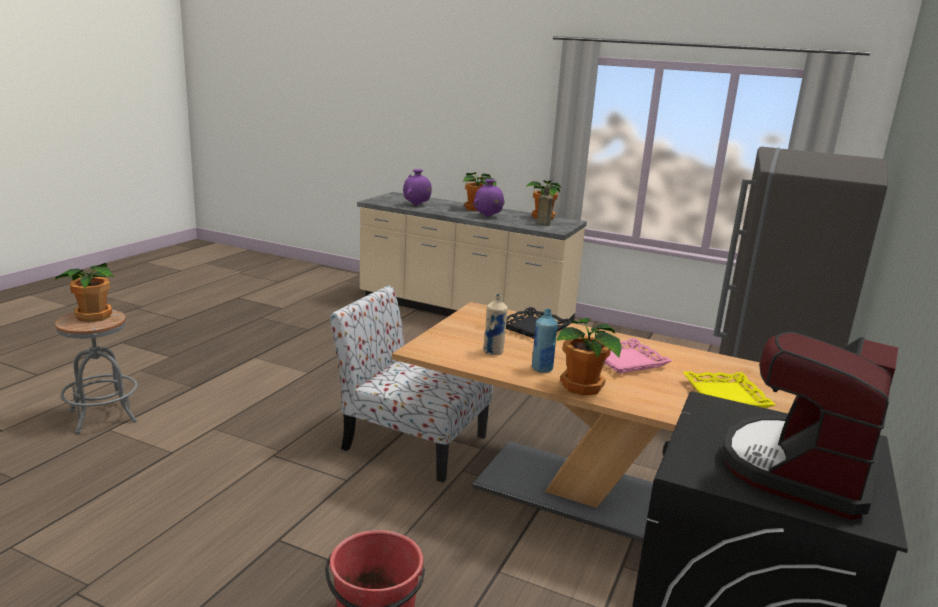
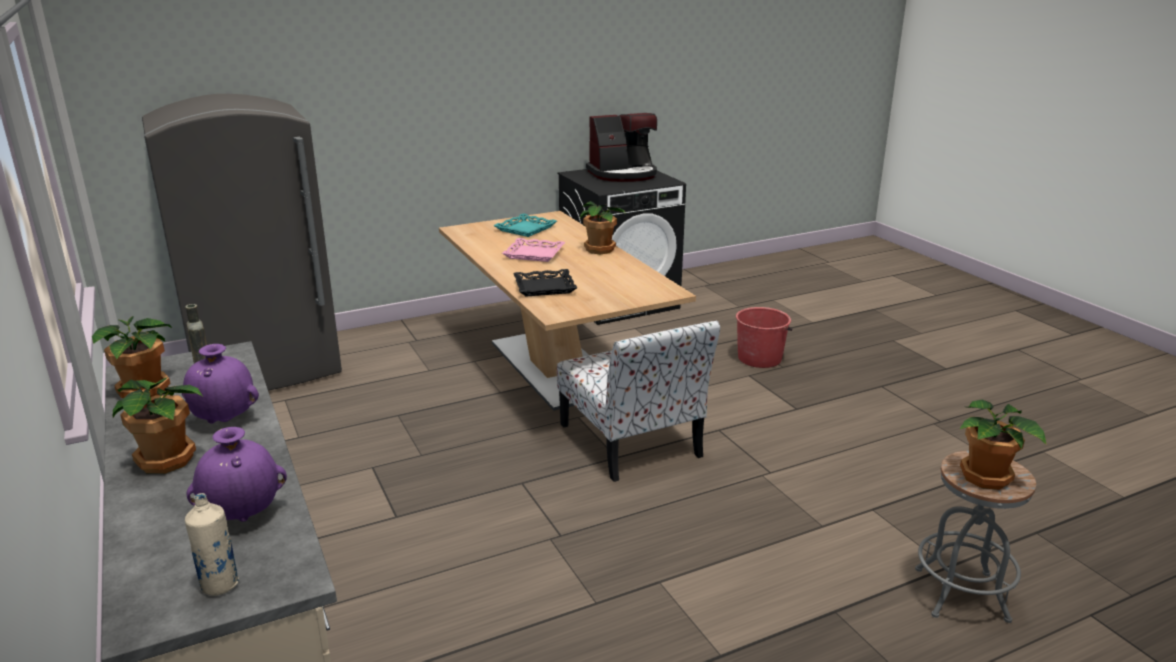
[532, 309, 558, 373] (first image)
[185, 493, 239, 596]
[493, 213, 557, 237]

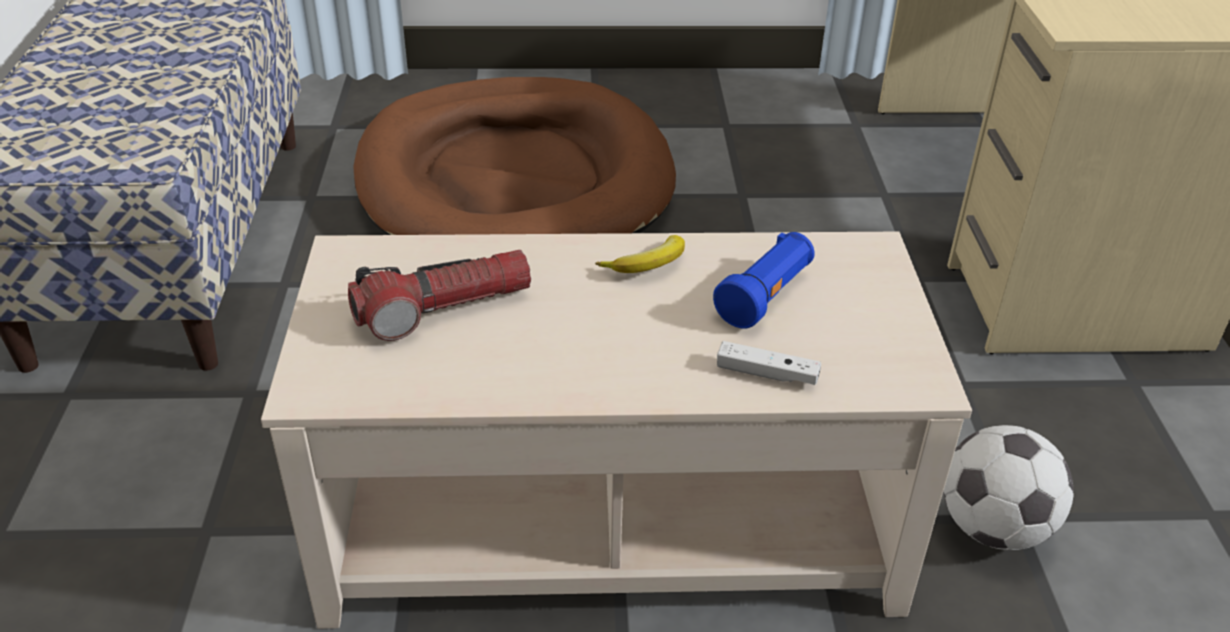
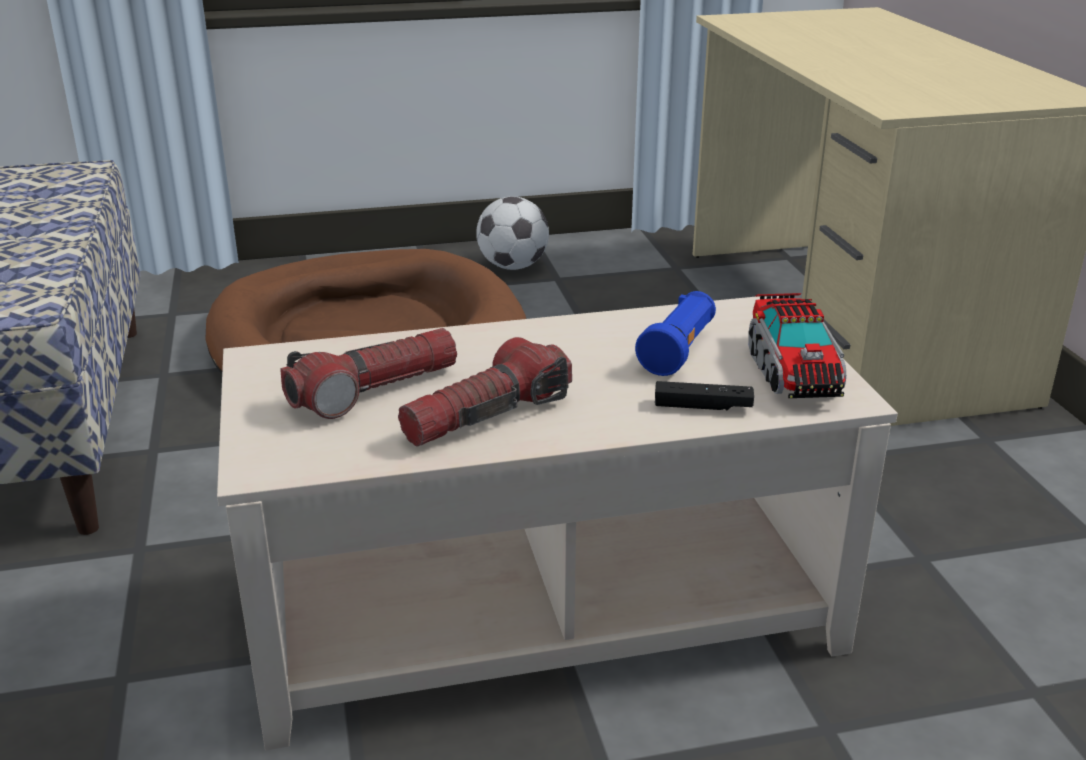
[595, 235, 685, 273] (first image)
[398, 337, 572, 446]
[748, 293, 846, 398]
[476, 196, 549, 270]
[655, 381, 754, 410]

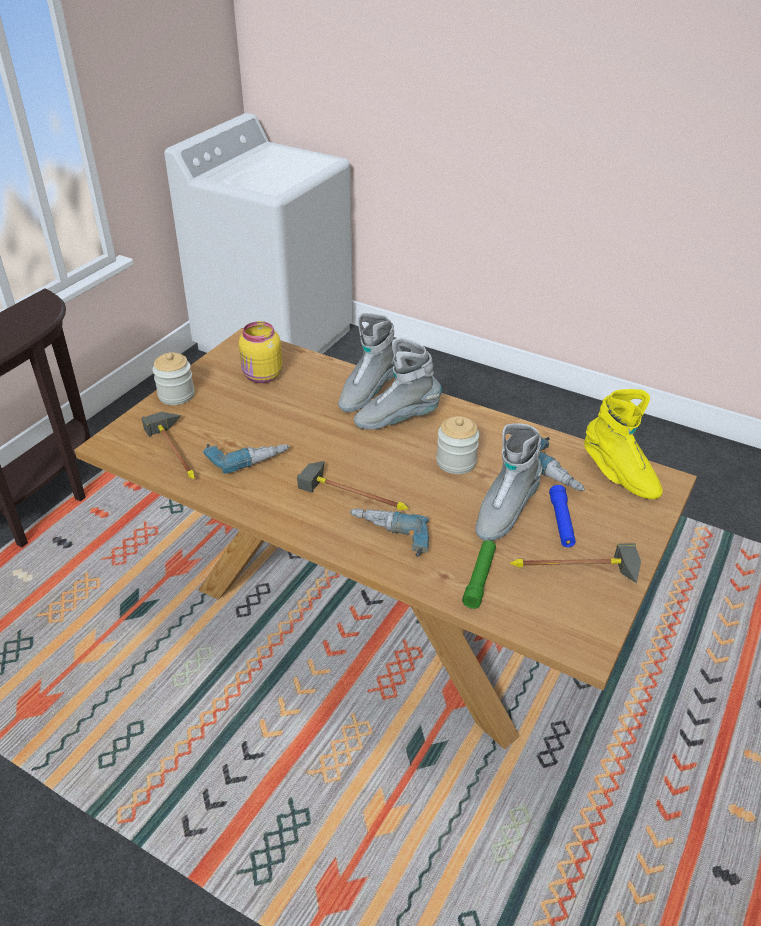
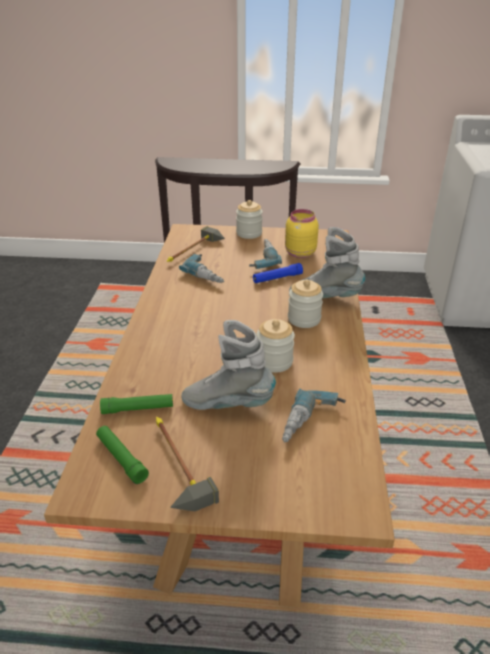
[297, 461, 409, 510] (first image)
[584, 389, 663, 499] (first image)
[96, 426, 149, 484]
[249, 239, 282, 269]
[253, 263, 303, 283]
[288, 280, 323, 328]

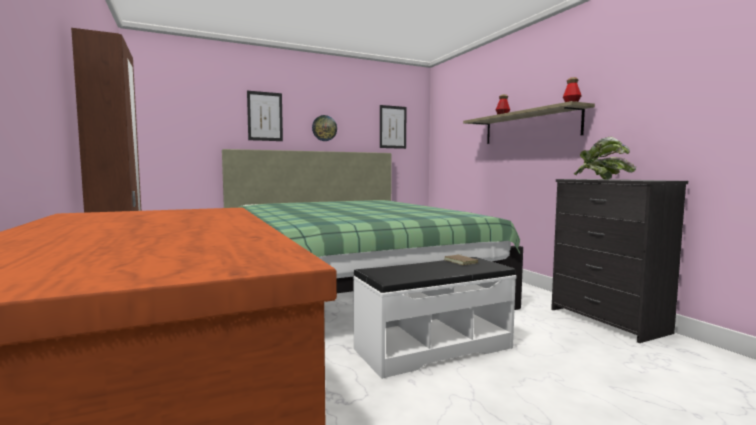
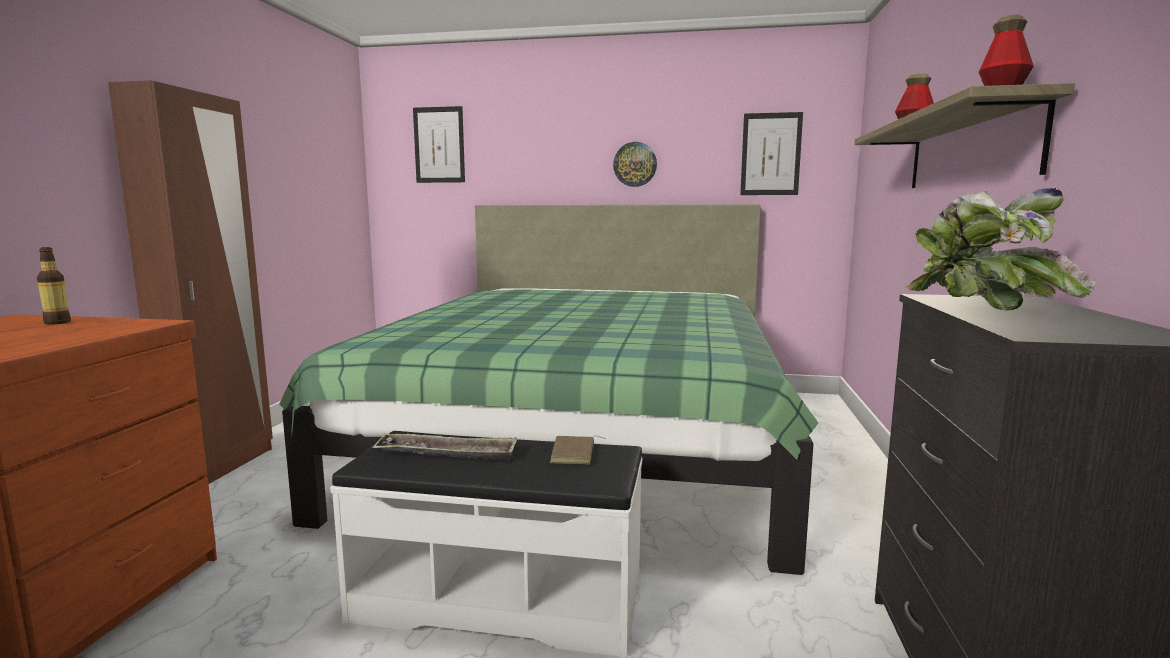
[37, 247, 71, 325]
[372, 433, 517, 461]
[413, 106, 465, 183]

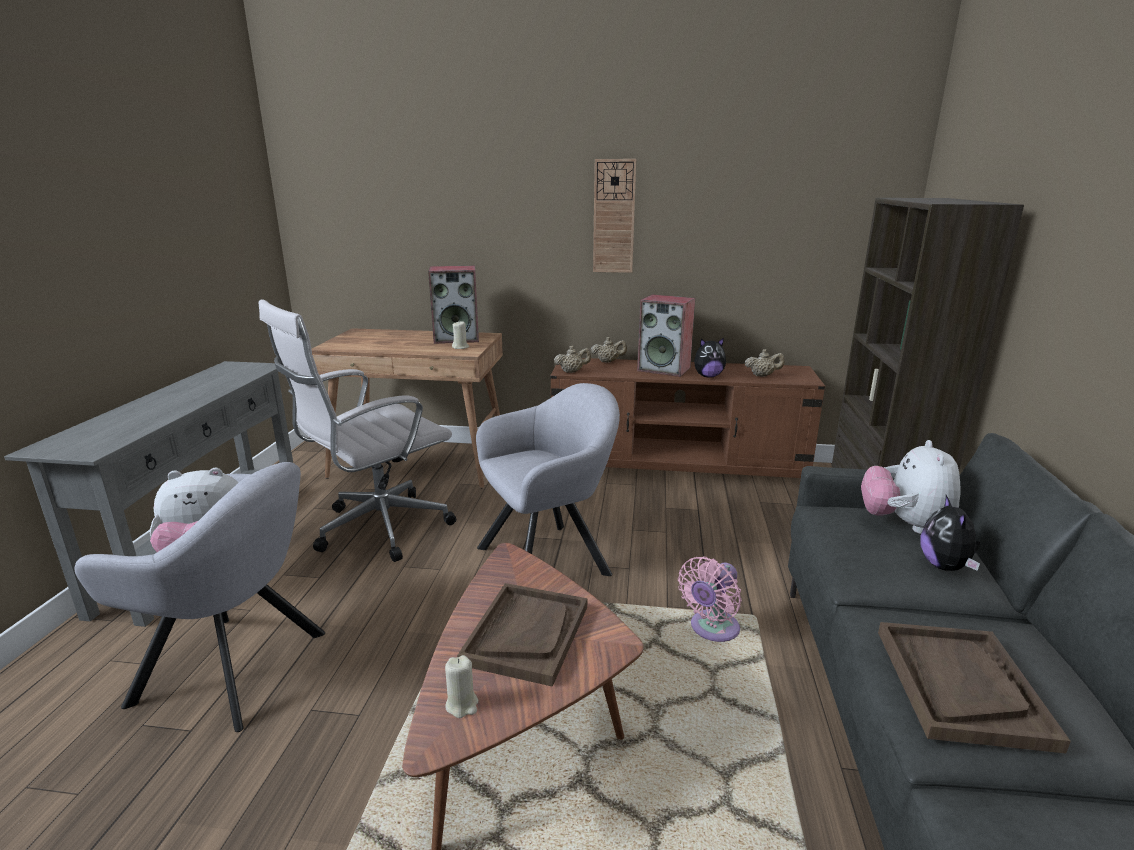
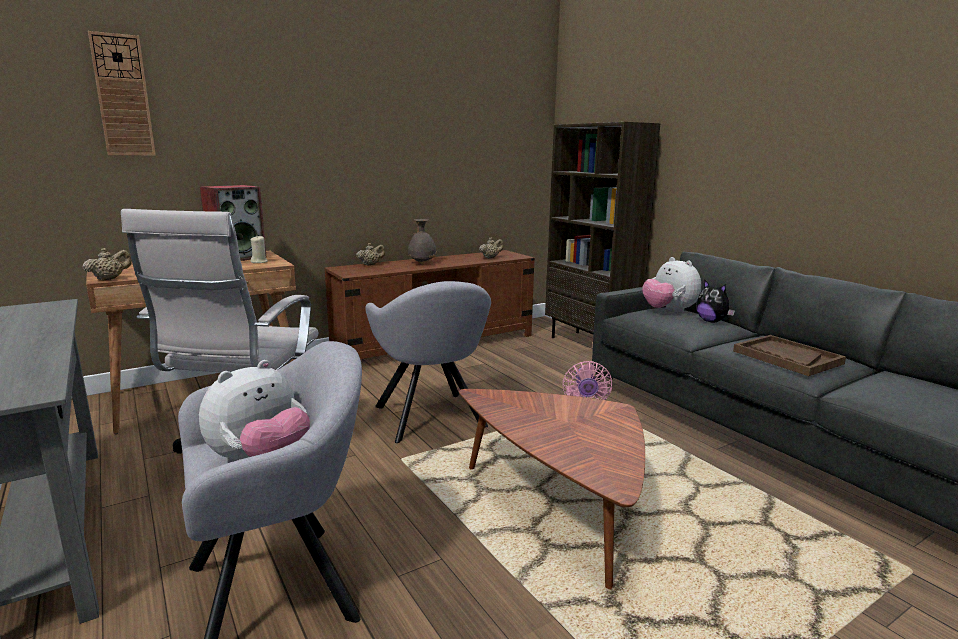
[445, 655, 478, 718] (first image)
[457, 583, 587, 687] (first image)
[694, 338, 726, 378] (first image)
[82, 248, 132, 281]
[88, 31, 156, 156]
[408, 219, 437, 264]
[365, 281, 491, 443]

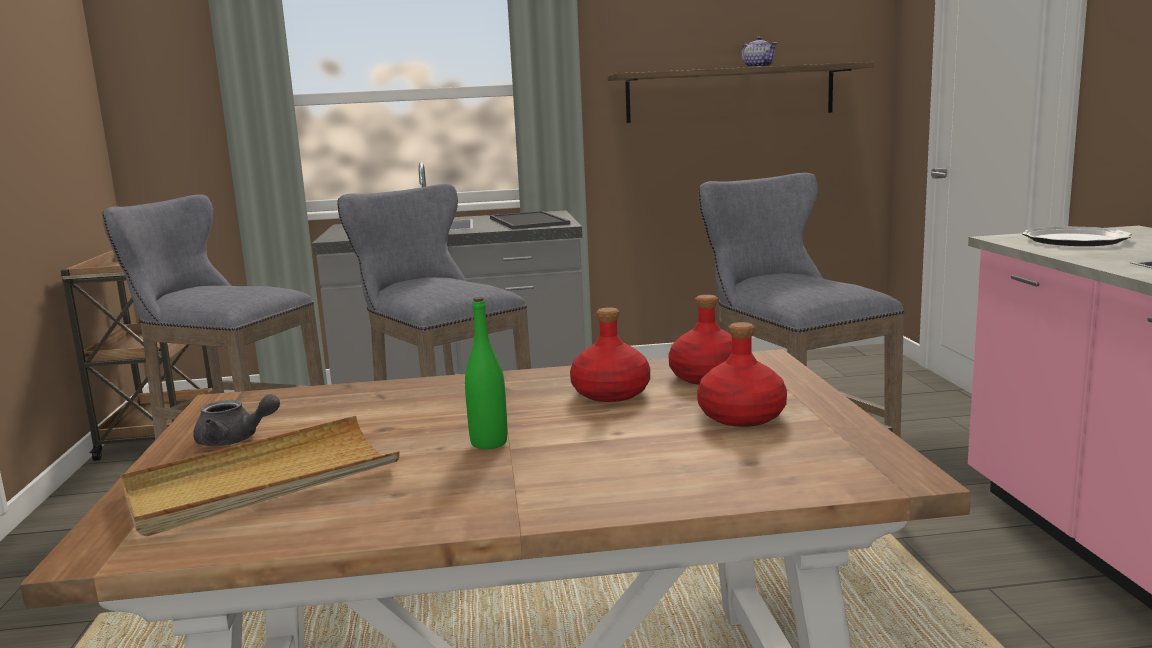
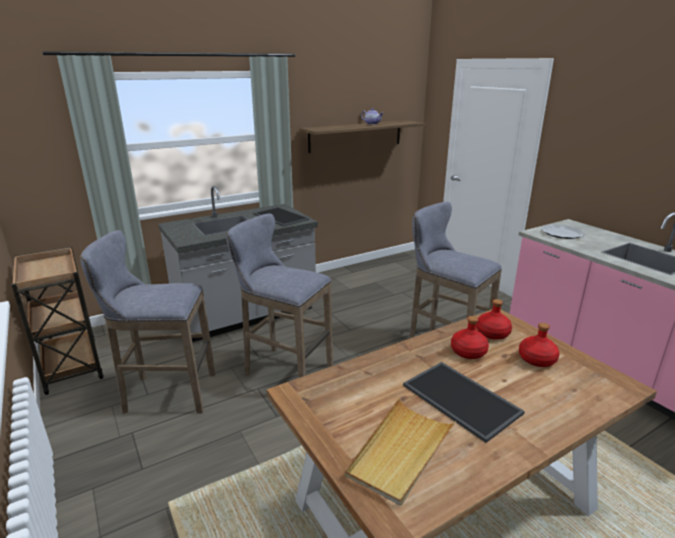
[193, 394, 280, 446] (first image)
[403, 362, 525, 443]

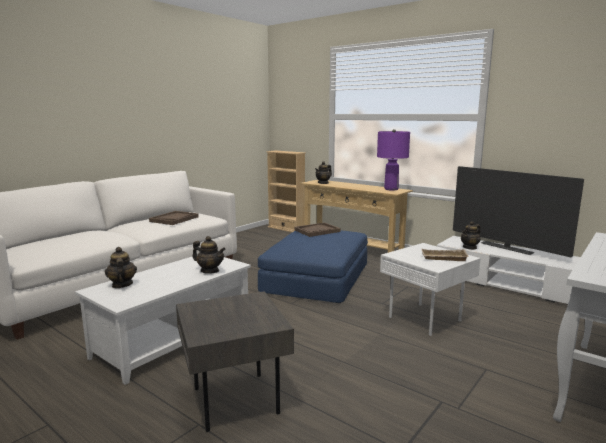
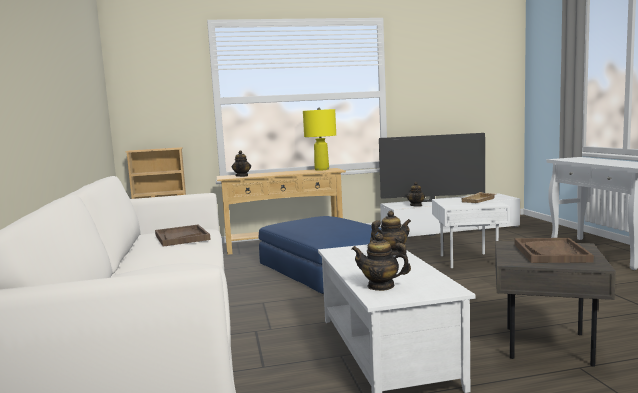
[514, 238, 594, 263]
[303, 108, 336, 171]

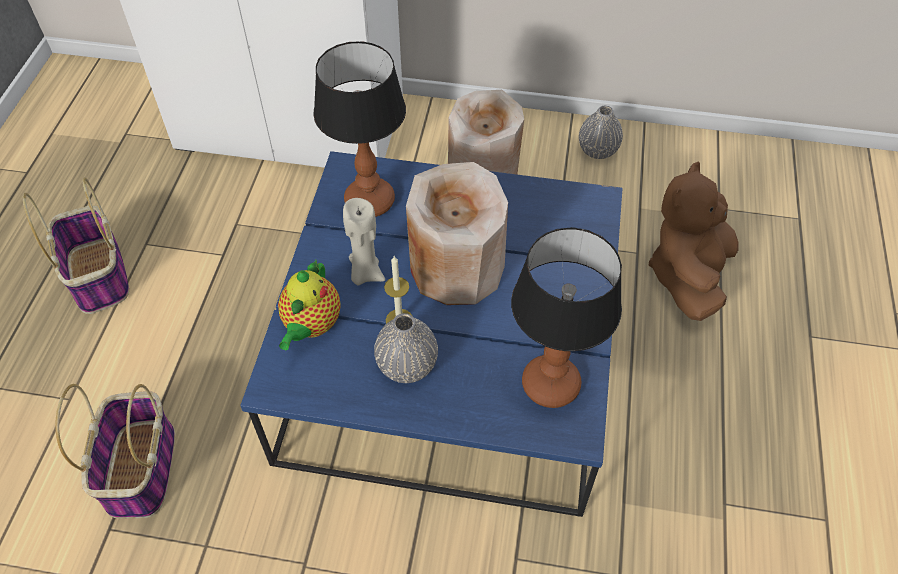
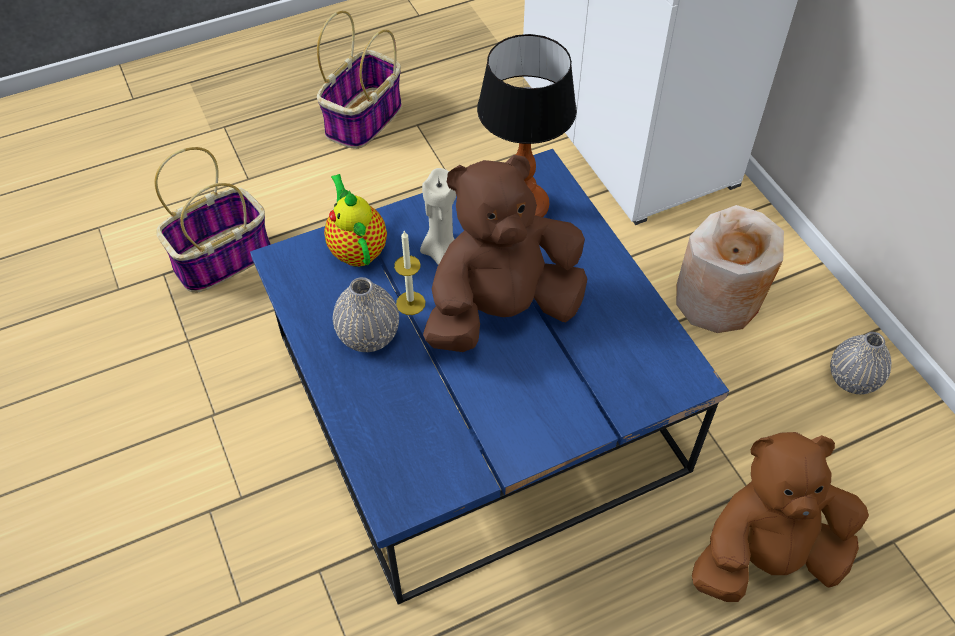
[511, 227, 622, 408] (first image)
[423, 155, 587, 352]
[324, 174, 387, 267]

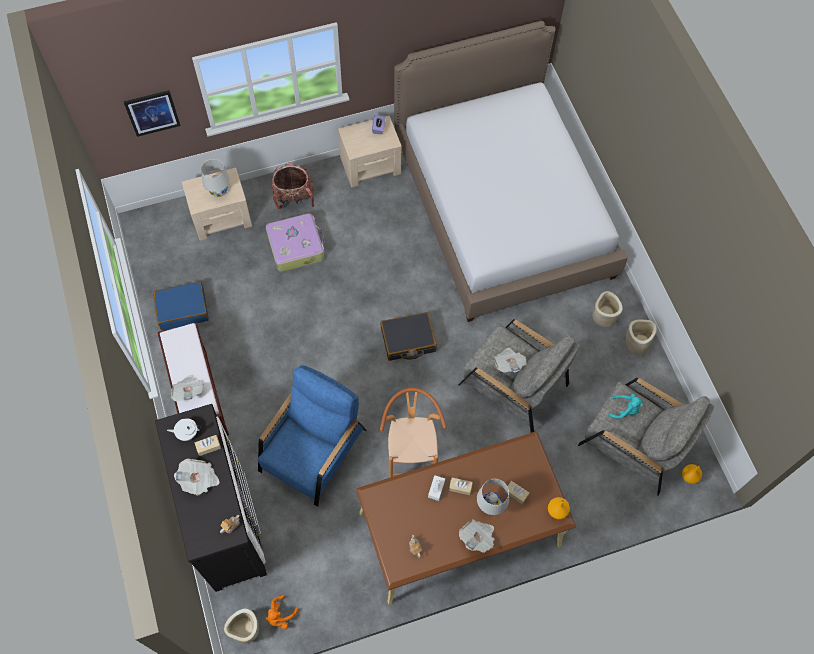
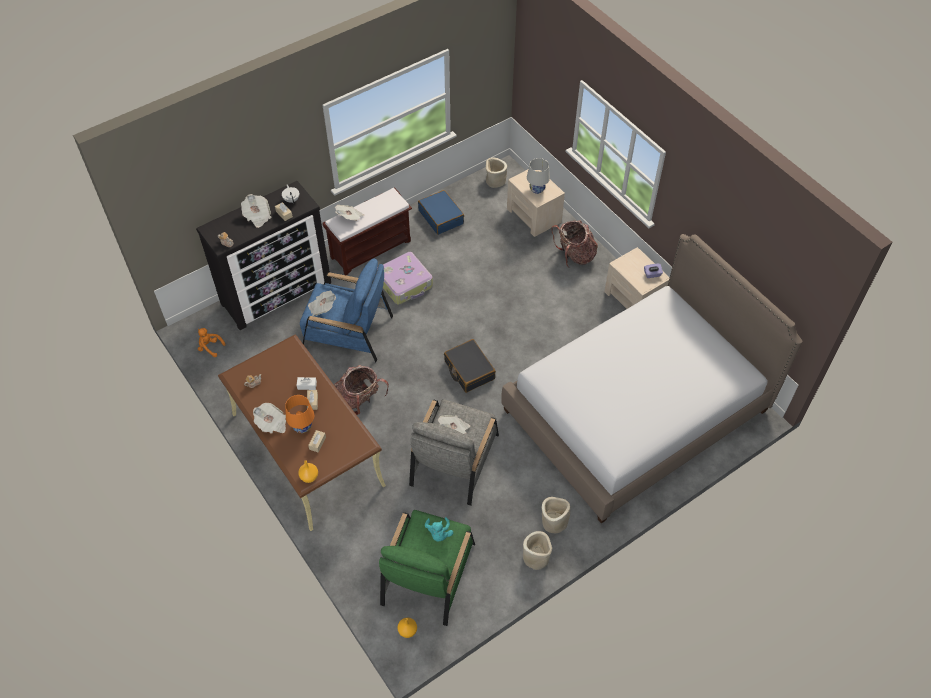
[124, 90, 181, 137] (first image)
[308, 290, 336, 316]
[486, 158, 507, 188]
[377, 252, 433, 305]
[334, 365, 389, 415]
[285, 395, 314, 433]
[379, 510, 475, 626]

